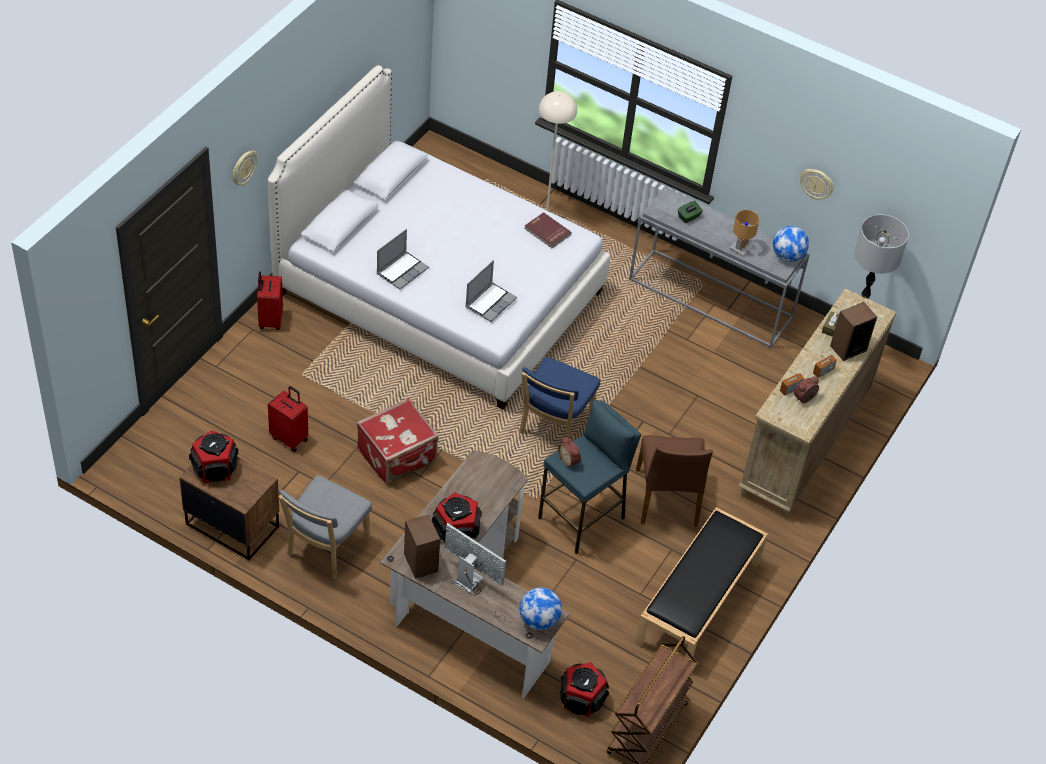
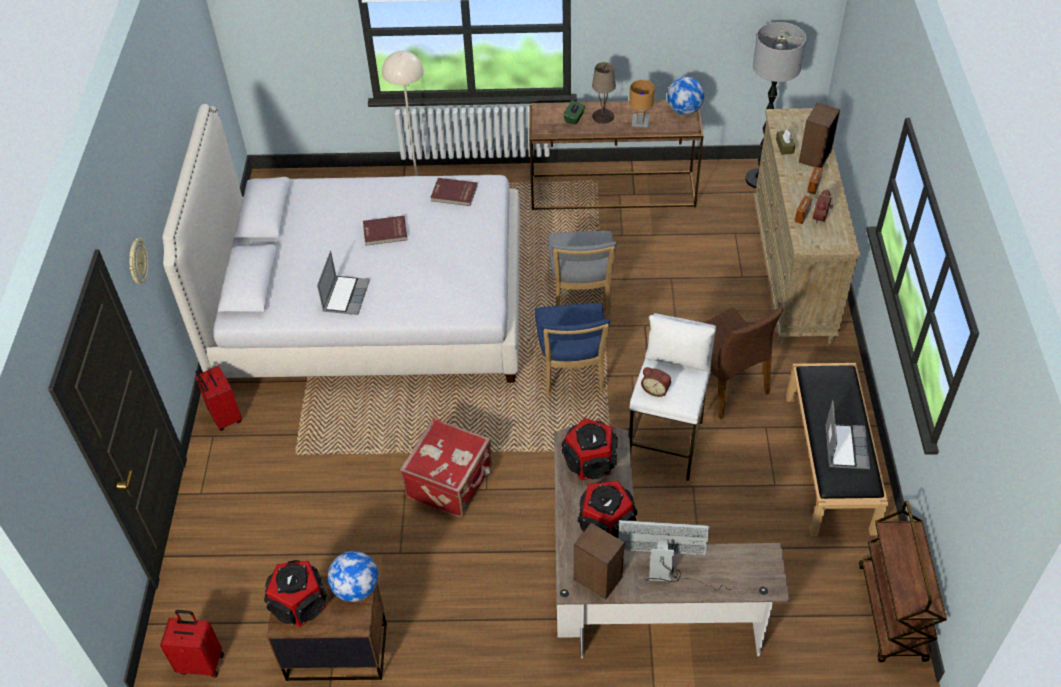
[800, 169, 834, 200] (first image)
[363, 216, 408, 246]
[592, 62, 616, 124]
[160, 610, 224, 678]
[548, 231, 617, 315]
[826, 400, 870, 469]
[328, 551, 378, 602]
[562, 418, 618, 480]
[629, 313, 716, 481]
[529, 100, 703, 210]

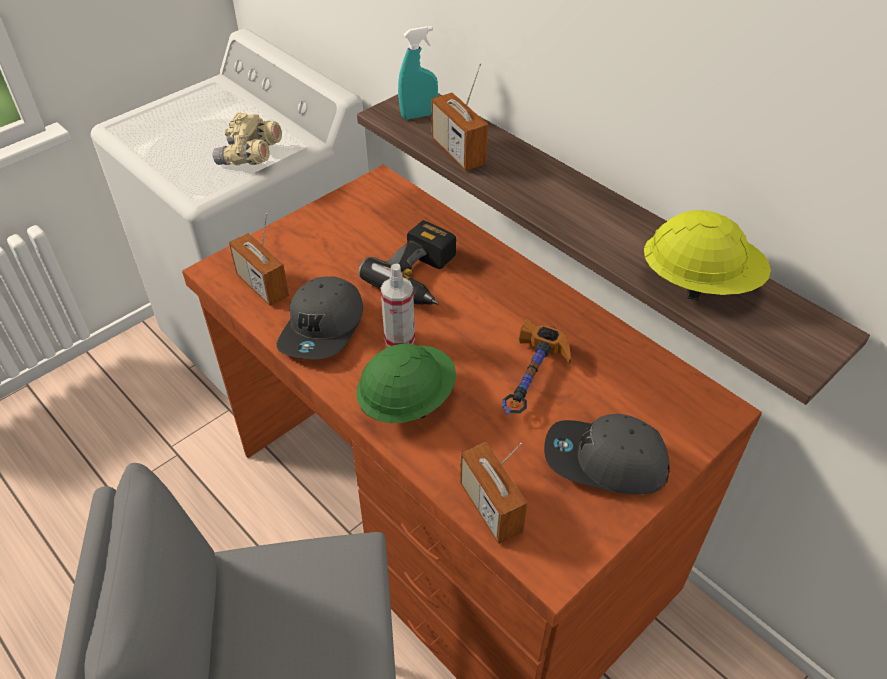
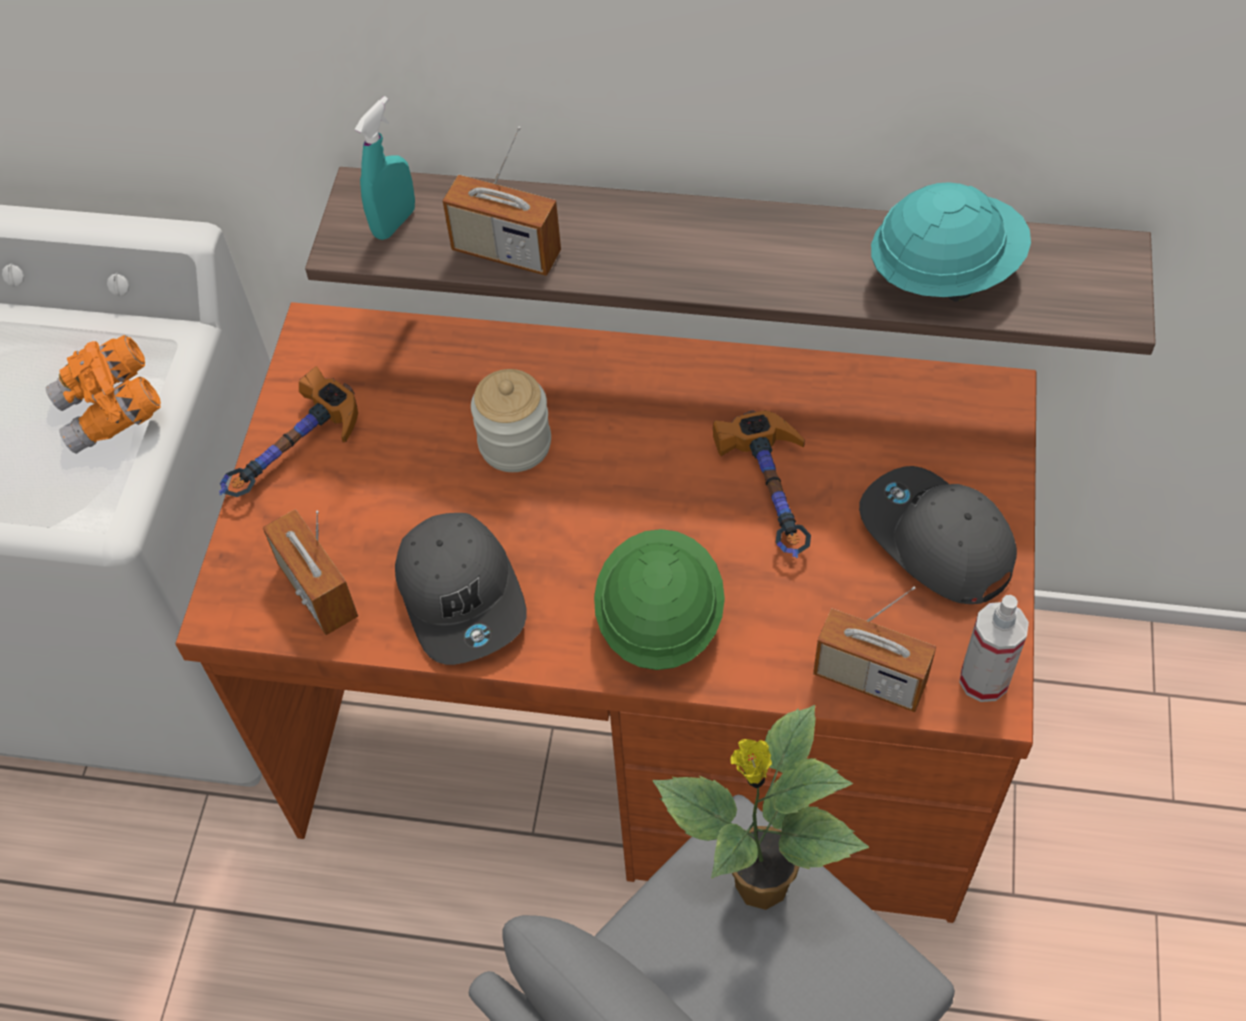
[219, 366, 358, 497]
[653, 705, 869, 910]
[959, 595, 1029, 702]
[471, 369, 551, 472]
[46, 335, 161, 454]
[871, 182, 1031, 302]
[263, 509, 358, 635]
[859, 466, 1017, 604]

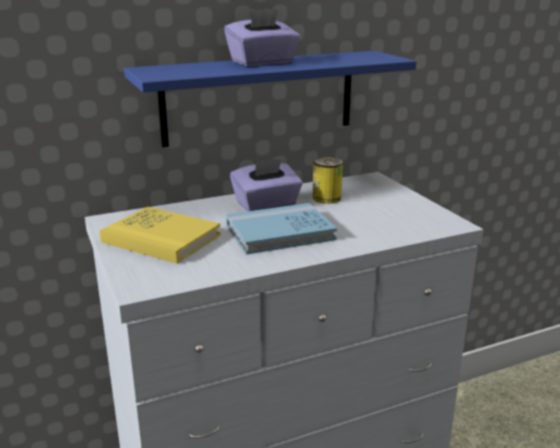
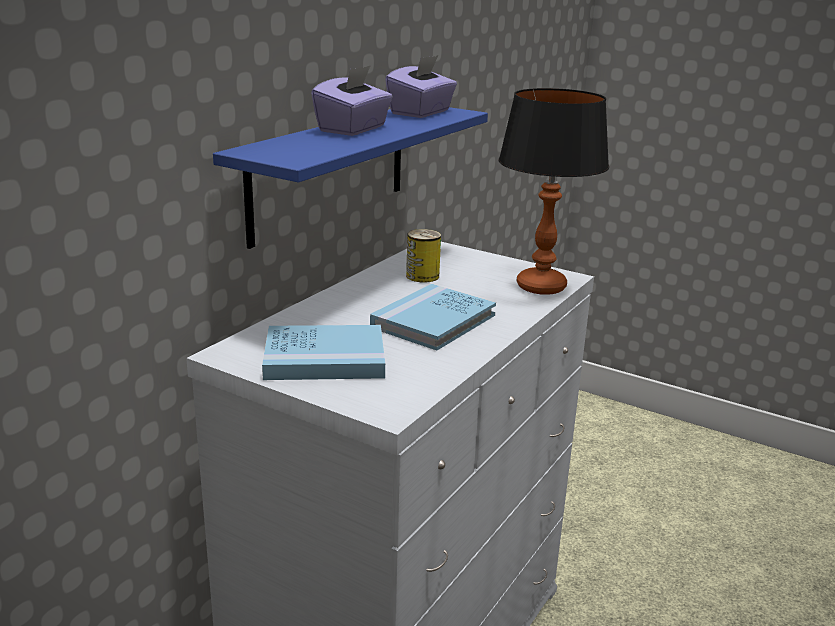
[499, 88, 609, 295]
[385, 55, 457, 118]
[262, 325, 385, 380]

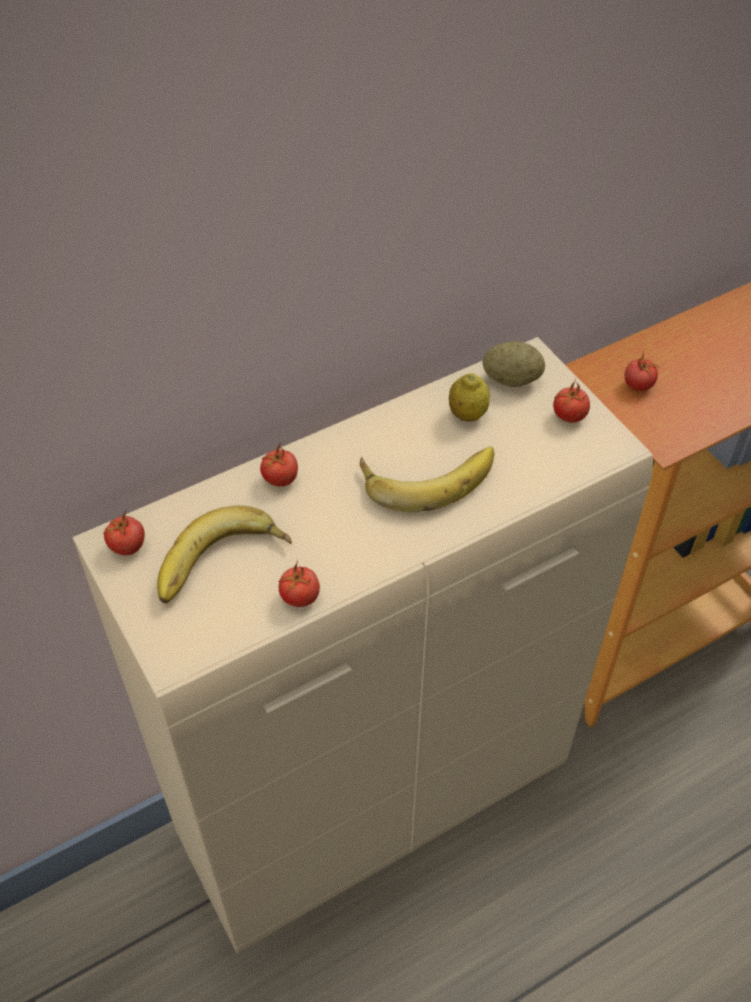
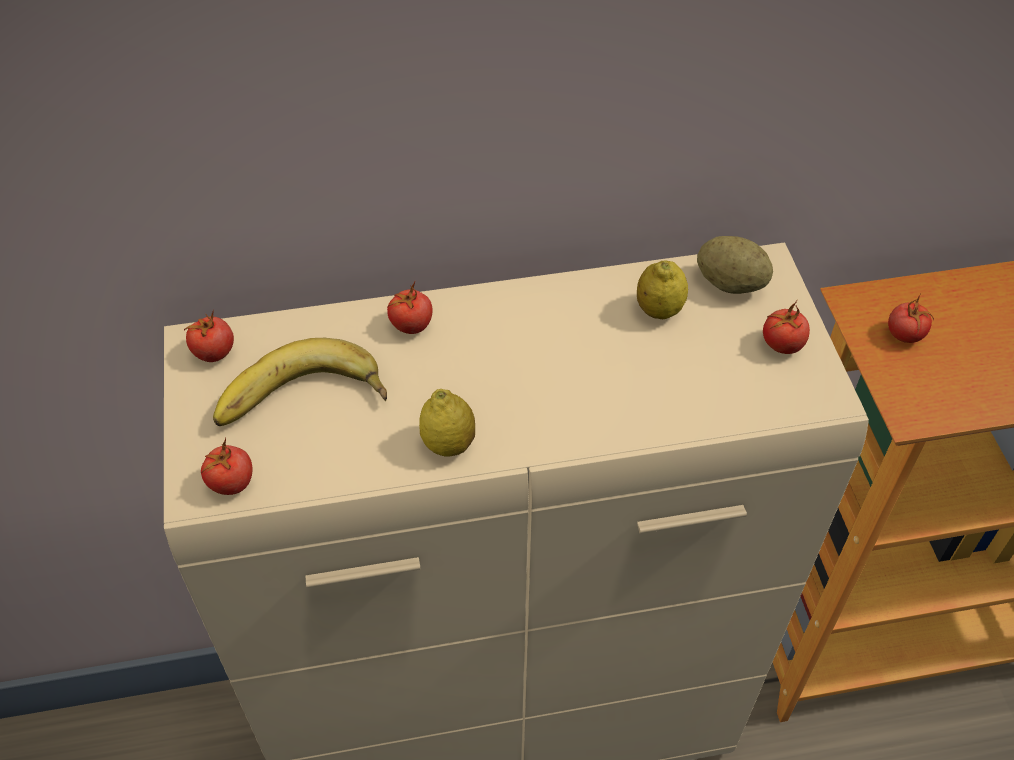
[360, 446, 494, 512] (first image)
[419, 389, 475, 457]
[201, 437, 252, 495]

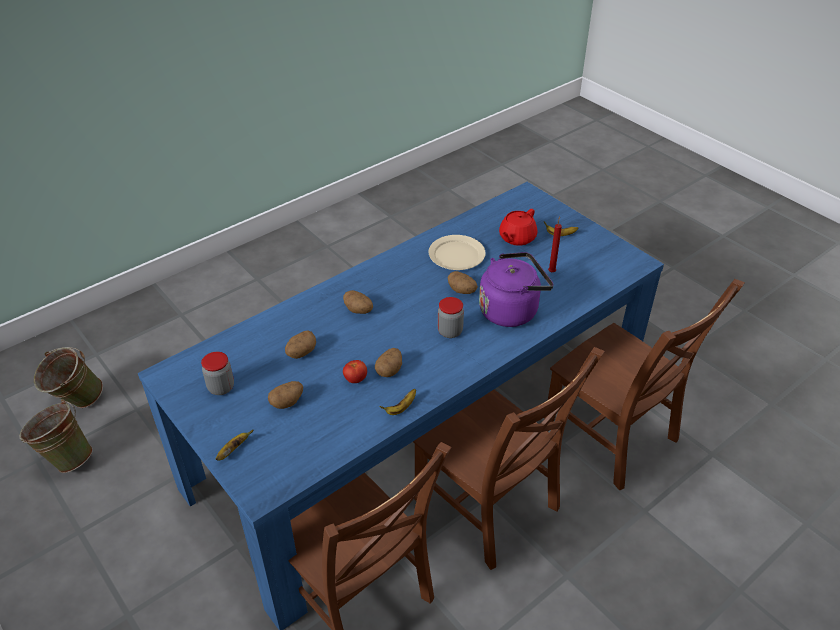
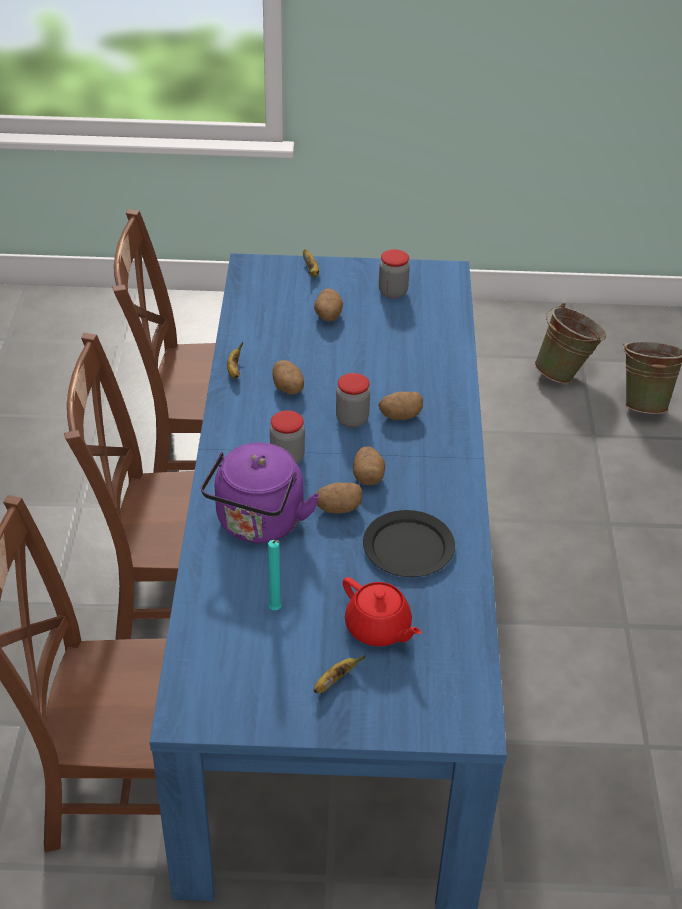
[343, 360, 367, 383] (first image)
[336, 373, 370, 427]
[353, 446, 385, 485]
[363, 510, 455, 577]
[268, 540, 282, 610]
[343, 577, 422, 646]

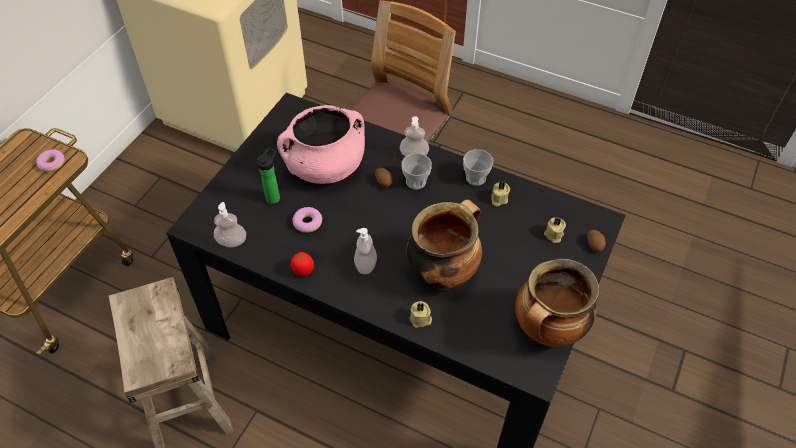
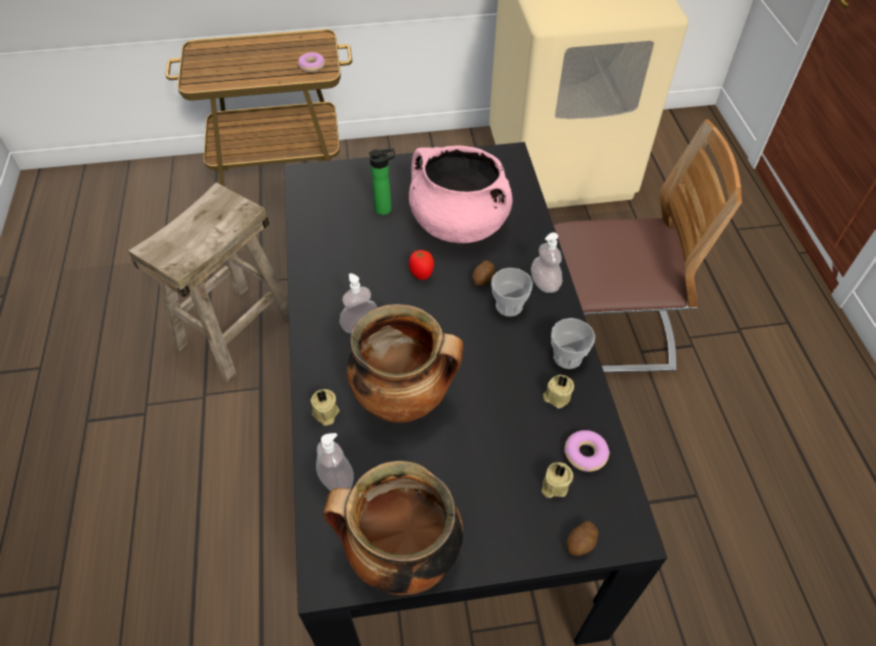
[316, 433, 354, 491]
[409, 250, 434, 280]
[564, 430, 610, 472]

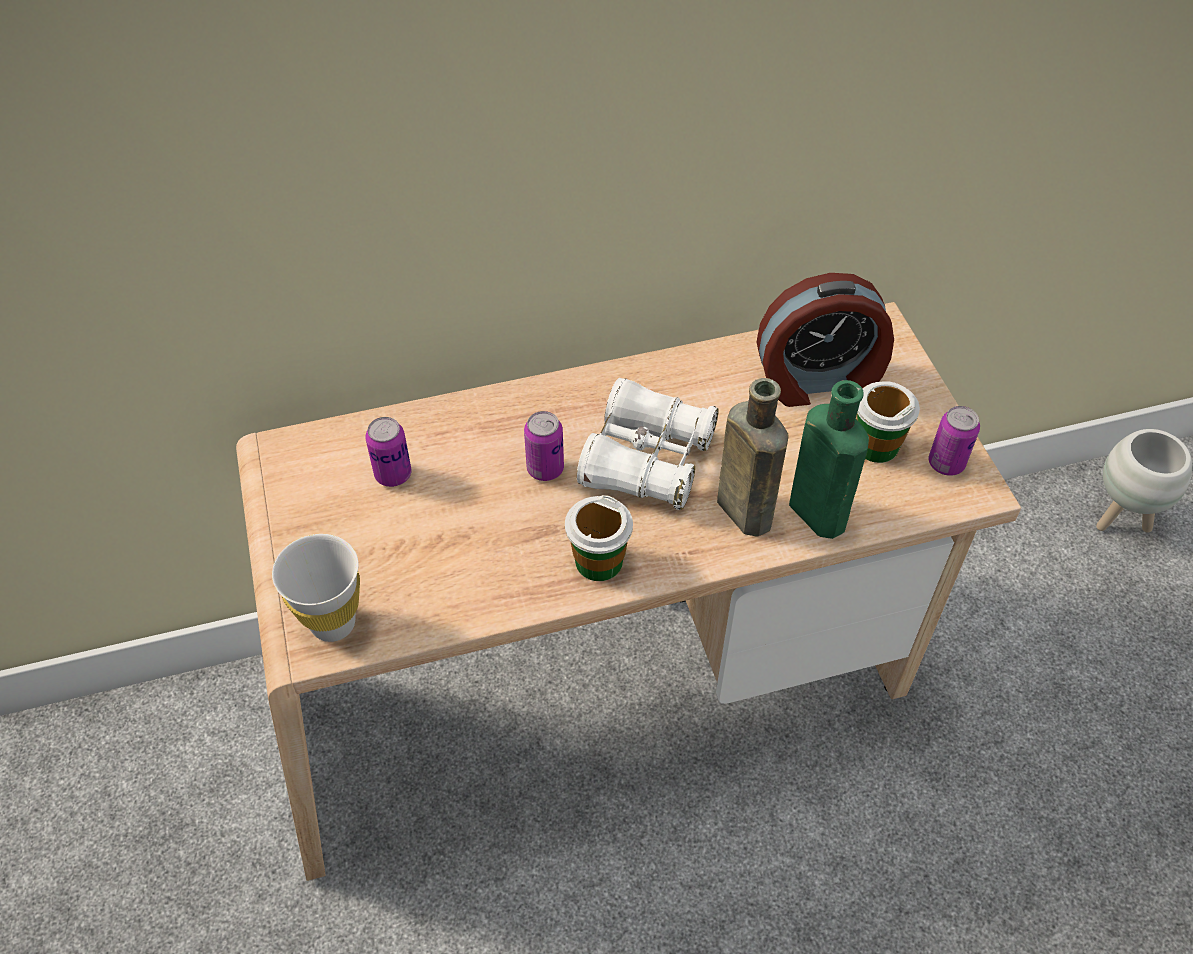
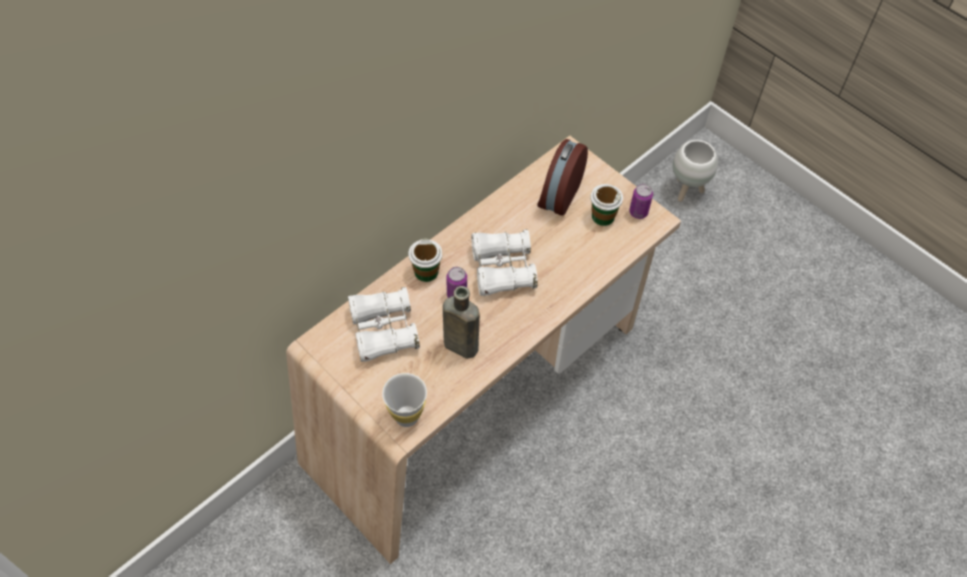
[789, 380, 869, 539] (first image)
[409, 239, 443, 282]
[443, 286, 480, 359]
[348, 287, 420, 362]
[537, 139, 588, 215]

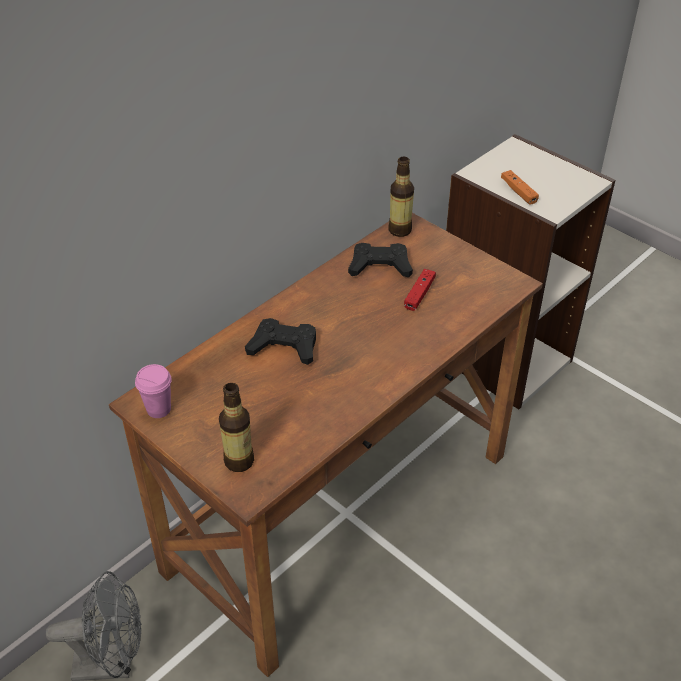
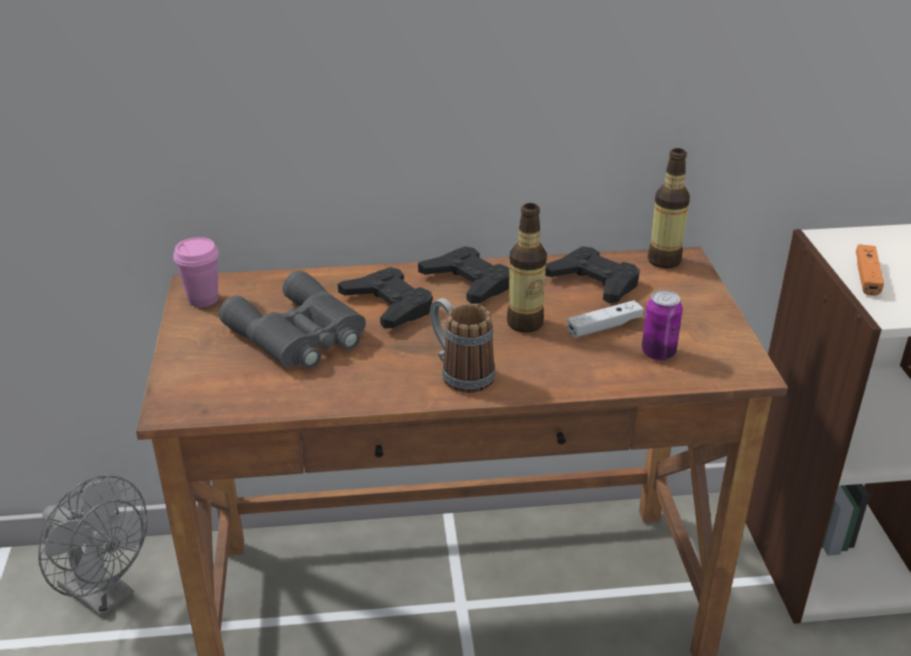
[219, 270, 366, 369]
[418, 246, 509, 304]
[430, 298, 496, 393]
[642, 290, 683, 361]
[507, 203, 547, 333]
[567, 300, 644, 338]

